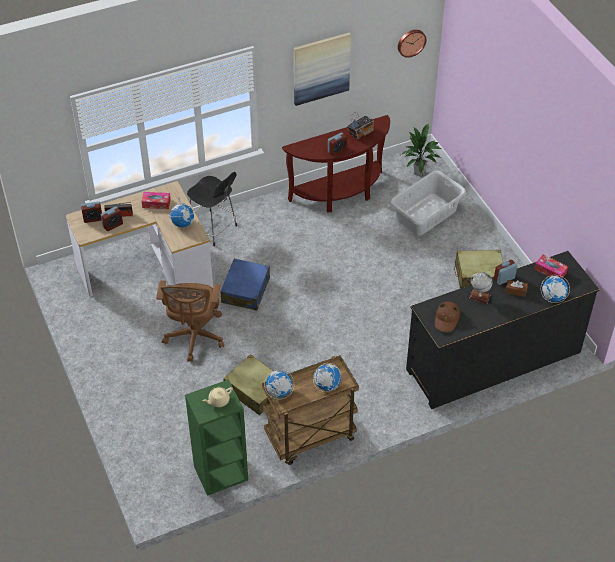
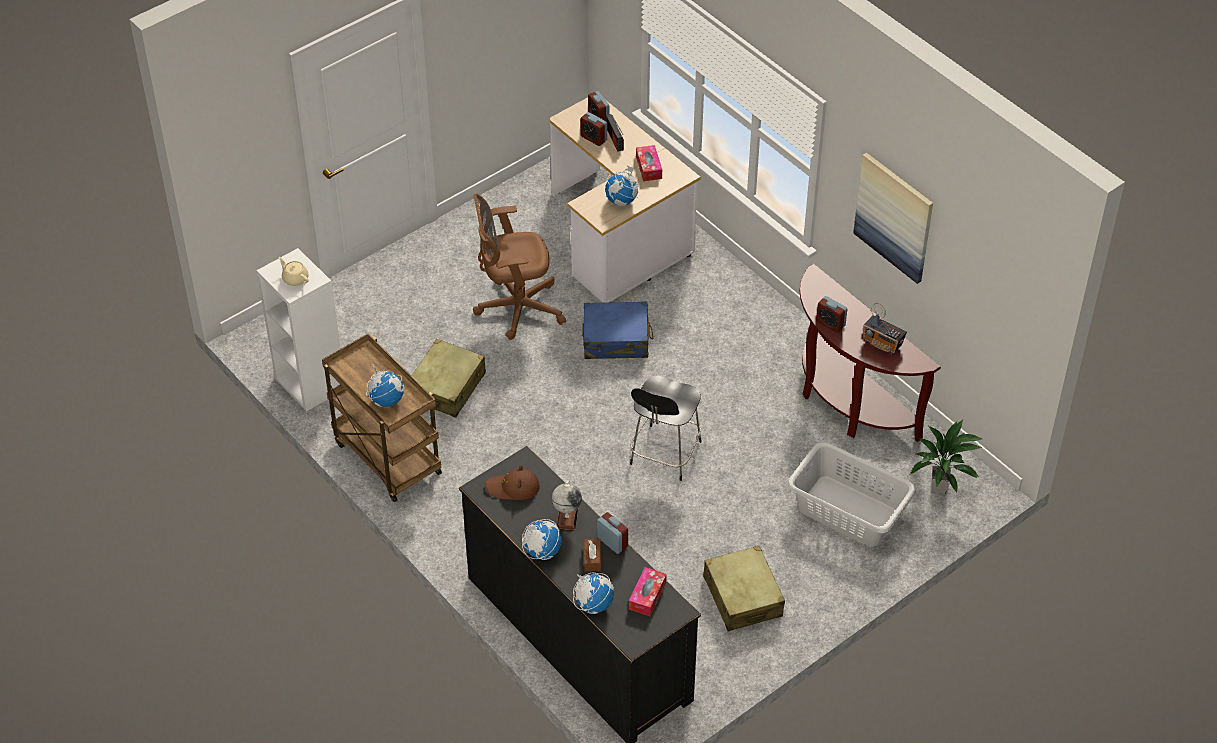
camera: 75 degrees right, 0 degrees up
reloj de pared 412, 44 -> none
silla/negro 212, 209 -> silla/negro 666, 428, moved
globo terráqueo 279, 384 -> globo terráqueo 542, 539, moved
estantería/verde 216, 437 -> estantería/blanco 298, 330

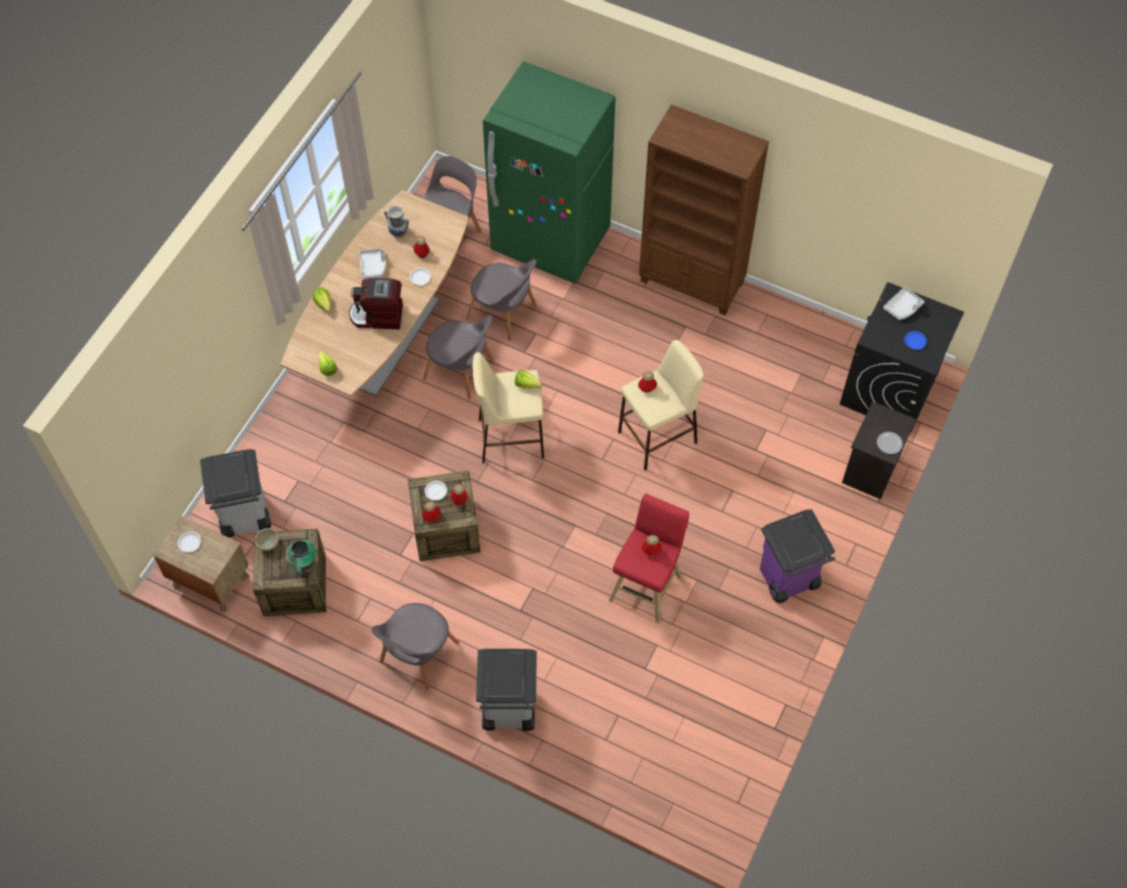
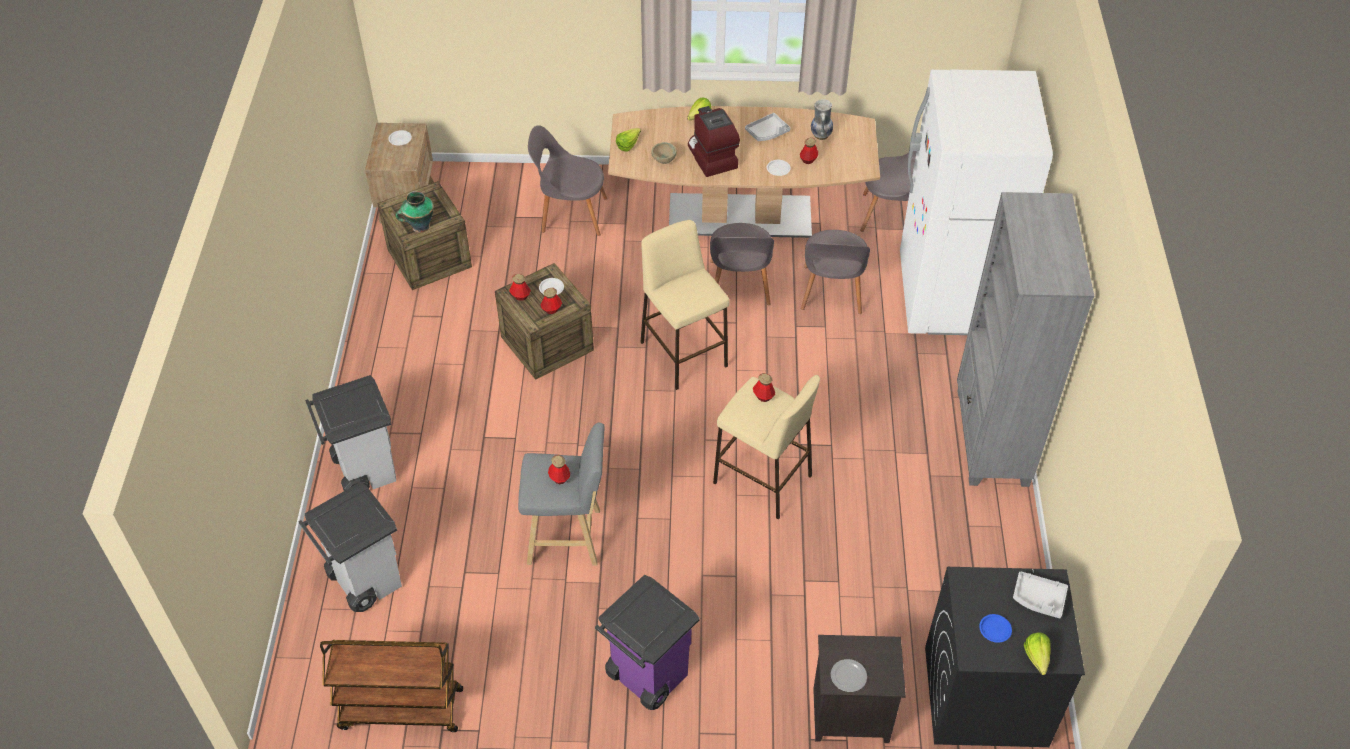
camera: 65 degrees right, 10 degrees down
nevera/verde 549, 172 -> nevera/blanco 976, 202
estantería/marrón 704, 210 -> estantería/gris 1025, 339
lechuga 529, 379 -> lechuga 1037, 653, moved
papelera/gris 235, 493 -> papelera/gris 350, 547, moved
taburete/rojo 649, 558 -> taburete/gris 561, 494
cuenco/beis 267, 539 -> cuenco/beis 664, 153, moved
silla/gris 415, 646 -> silla/gris 567, 180, moved
none -> carrito/marrón 391, 686

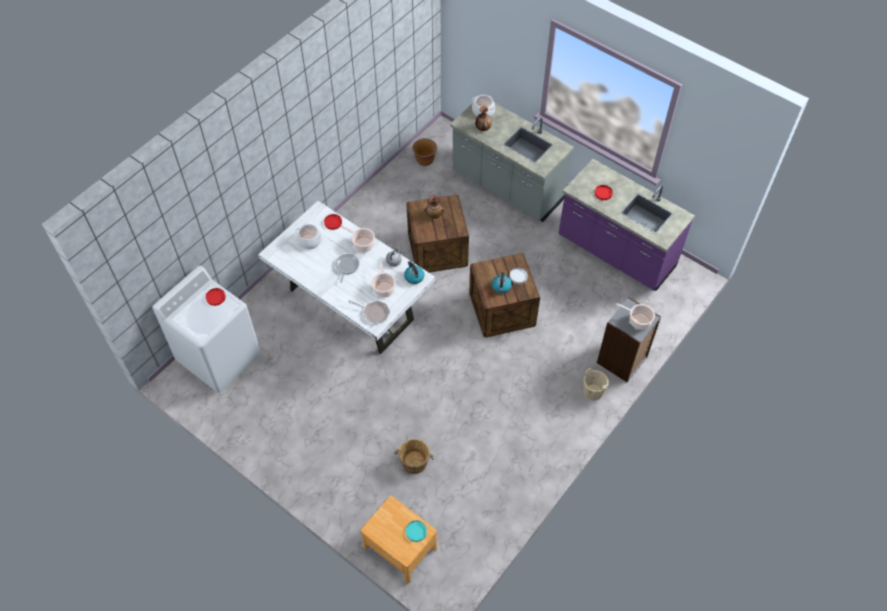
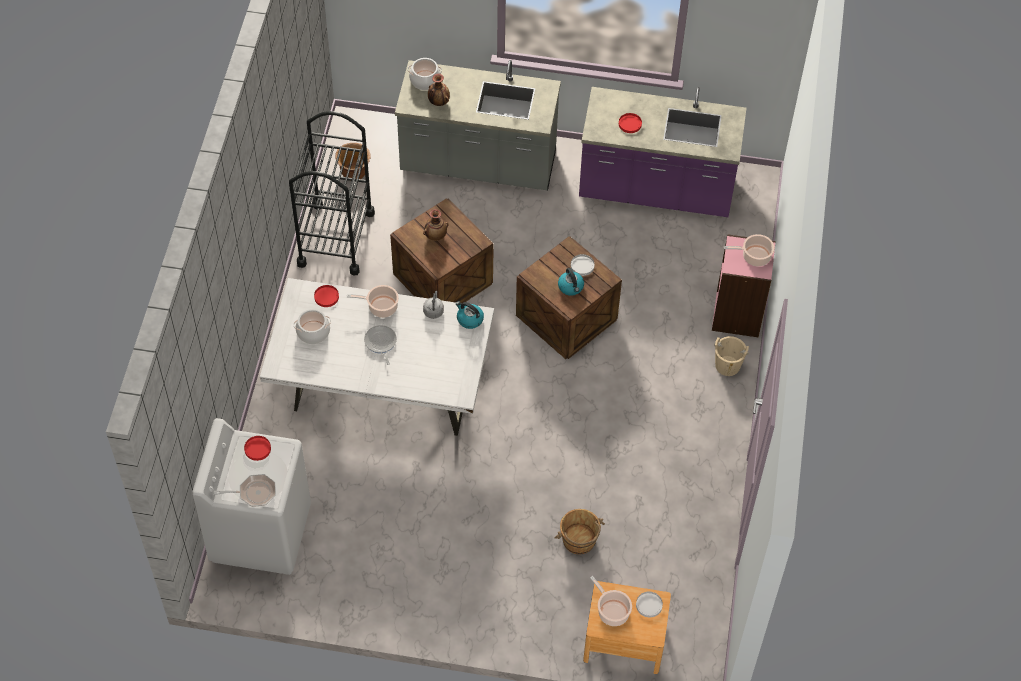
camera: 30 degrees left, 0 degrees up
olla 384, 279 -> olla 611, 601, moved
estantería/gris 629, 340 -> estantería/rosa 744, 286
sartén 369, 312 -> sartén 245, 490, moved
plato/turquesa 416, 531 -> plato/blanco 649, 604
none -> carrito/negro 332, 193

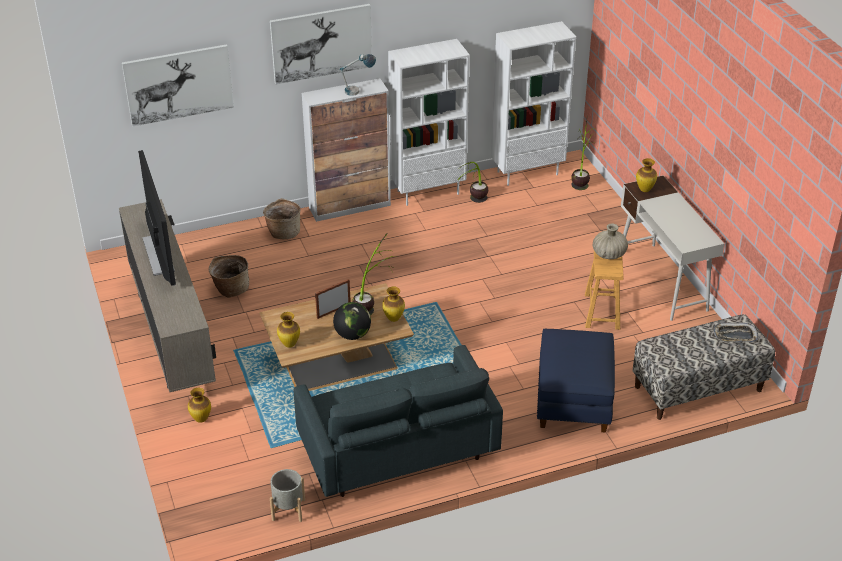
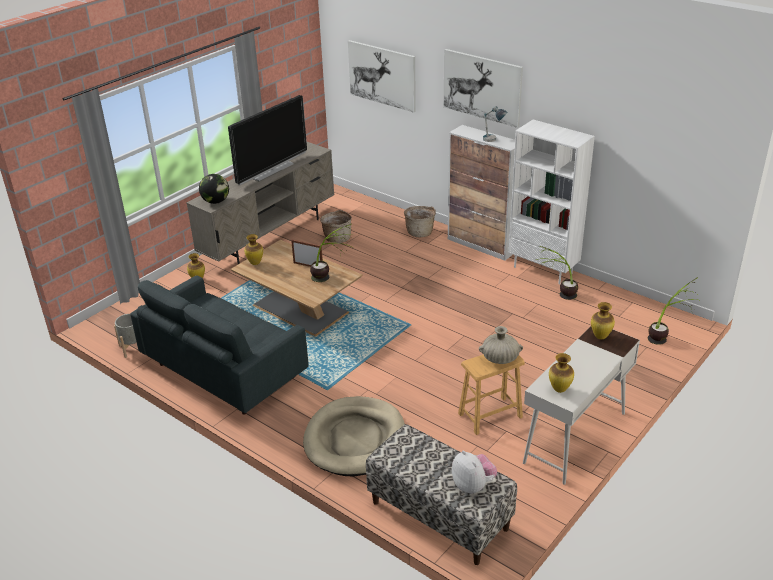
camera: 60 degrees right, 5 degrees down
estantería/blanco 533, 103 -> none
florero 393, 304 -> florero 561, 373, moved
globo terráqueo 352, 321 -> globo terráqueo 214, 189, moved
bandeja 736, 332 -> peluche 474, 472
puf/azul 576, 381 -> cama para perro/beis 354, 436

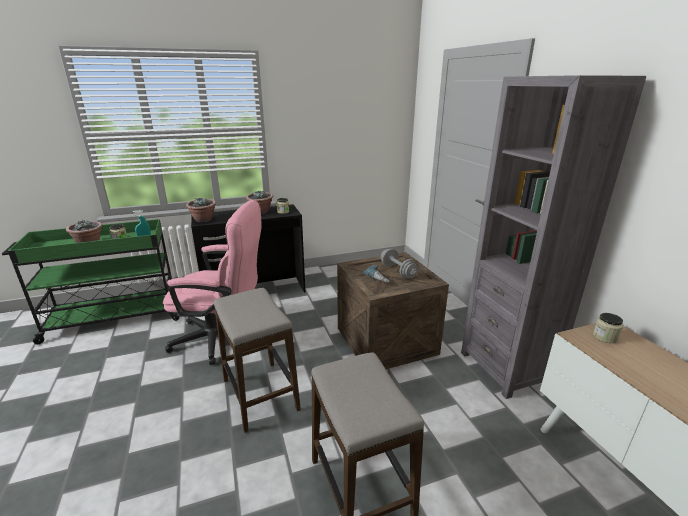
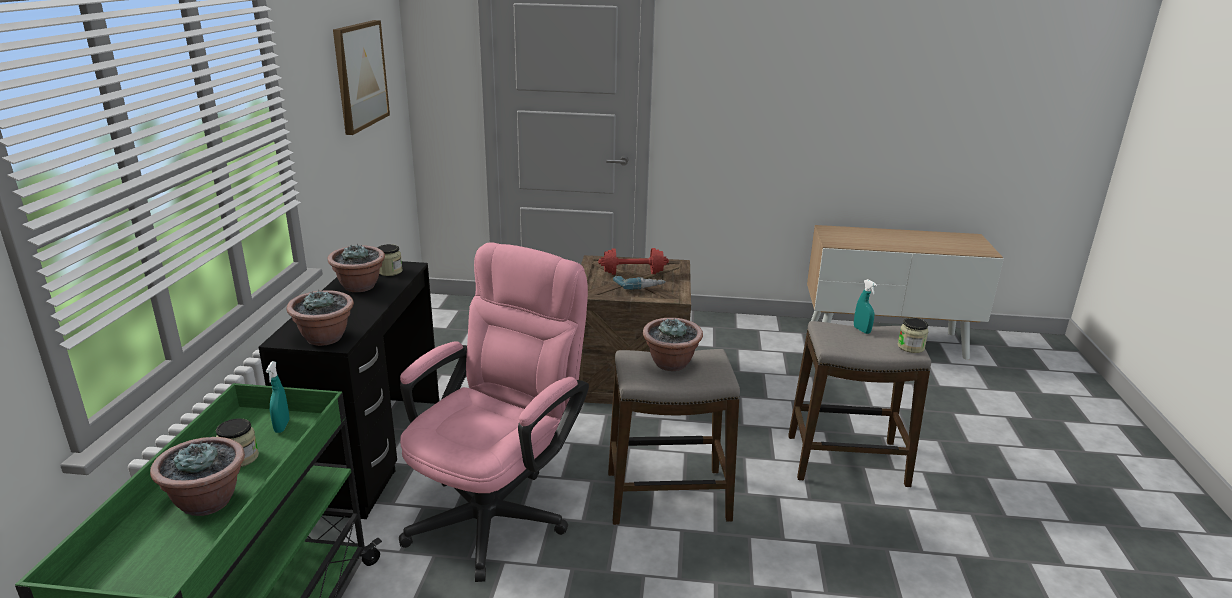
camera: 65 degrees left, 0 degrees up
estantería/gris 553, 237 -> none
mancuerna/gris 399, 263 -> mancuerna/rojo 633, 261
tarro 608, 328 -> tarro 913, 335, moved
none -> cuadro 361, 77
none -> pulverizador/turquesa 865, 306
none -> planta en maceta 673, 344

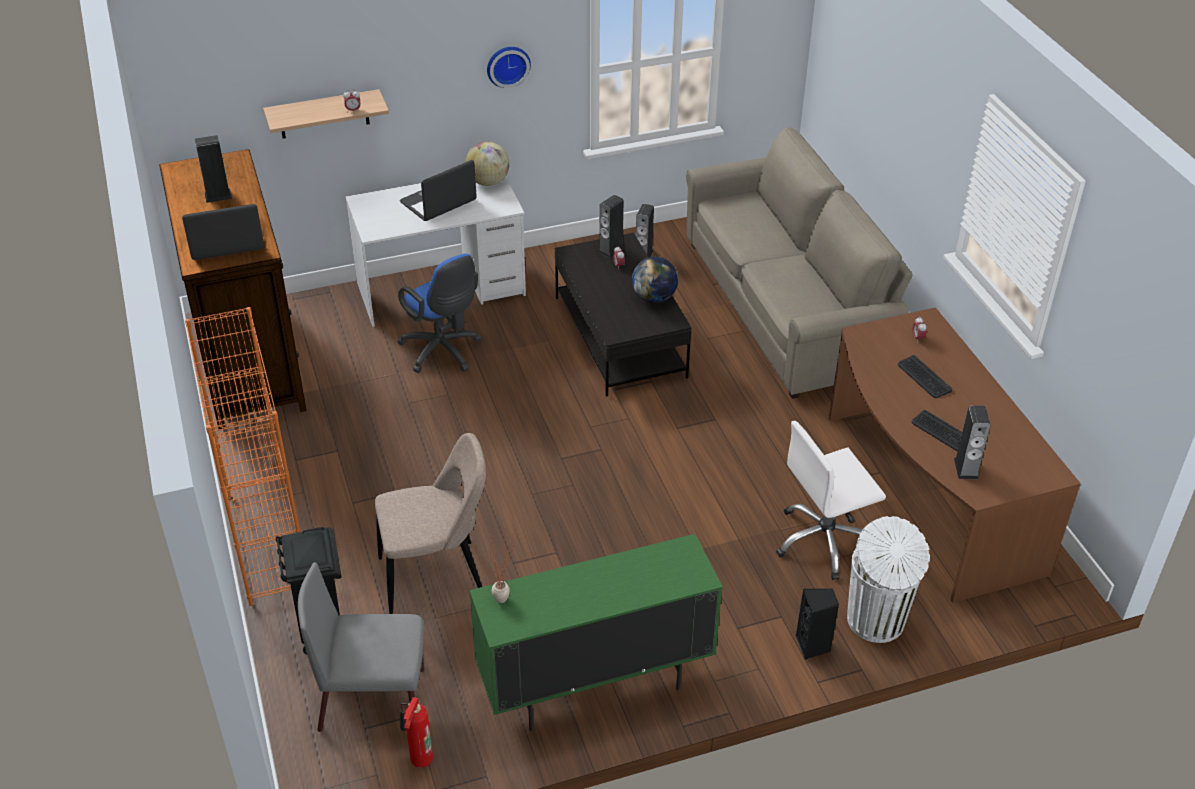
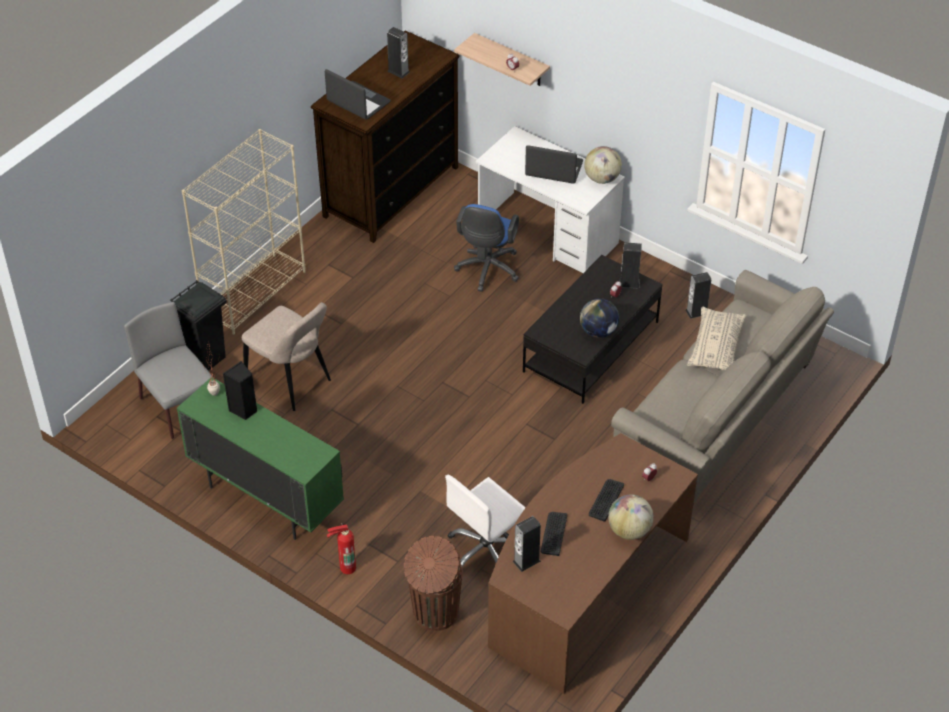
camera: 55 degrees right, 5 degrees up
reloj de pared 509, 67 -> none
estantería/naranja 242, 456 -> estantería/beis 244, 232
silla de oficina/blanco 831, 500 -> silla de oficina/blanco 485, 521, 75 degrees counterclockwise
papelera/blanco 888, 579 -> papelera/marrón 433, 583
altavoz/negro 817, 624 -> altavoz/negro 240, 390, moved
extintor 416, 732 -> extintor 341, 548, moved
none -> cojín/beis 717, 338
none -> globo terráqueo 631, 517

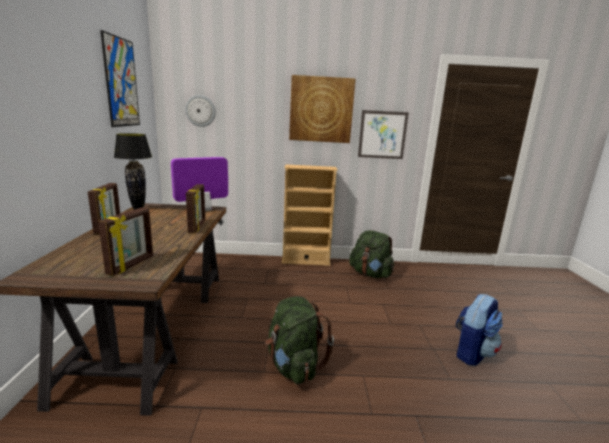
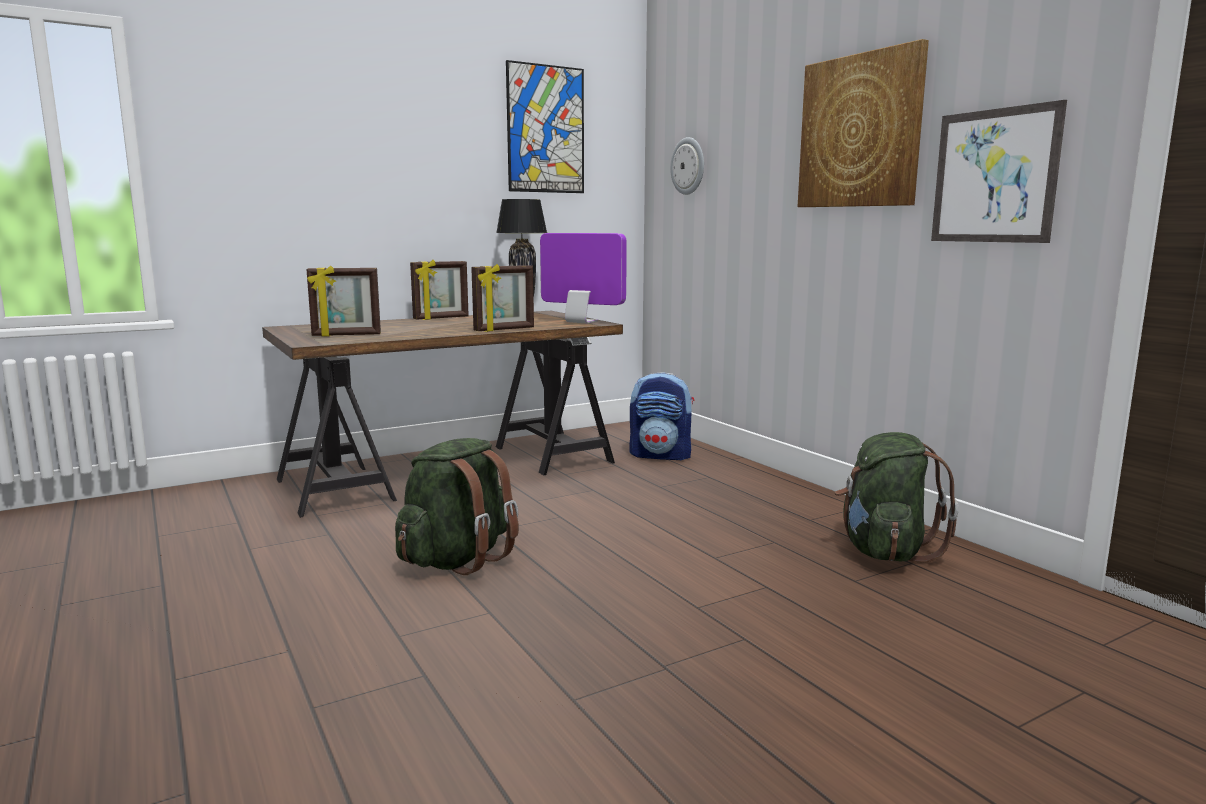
camera: 60 degrees right, 5 degrees down
estantería/beis 310, 215 -> none
mochila 479, 330 -> mochila 661, 416, moved

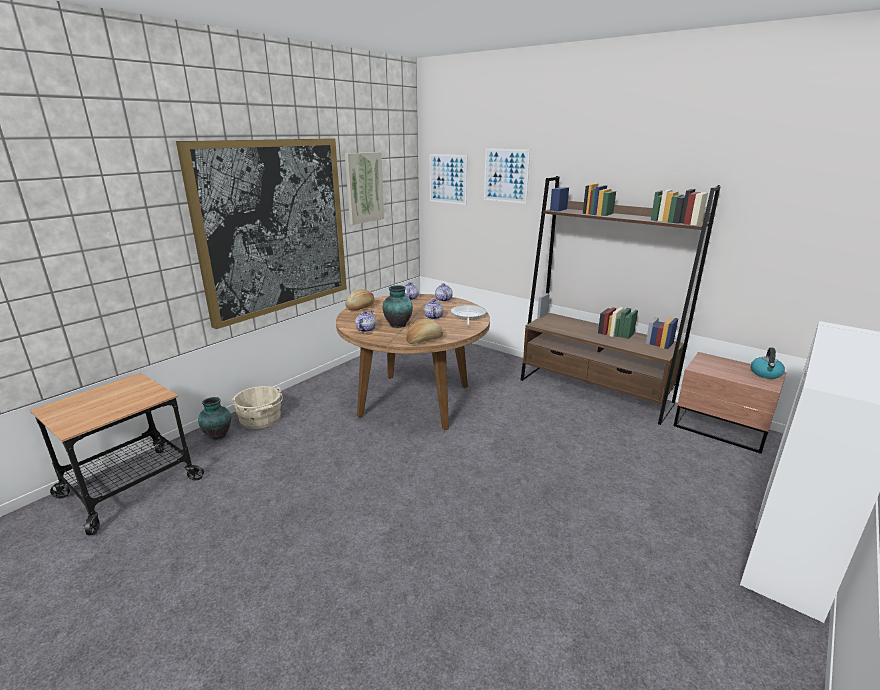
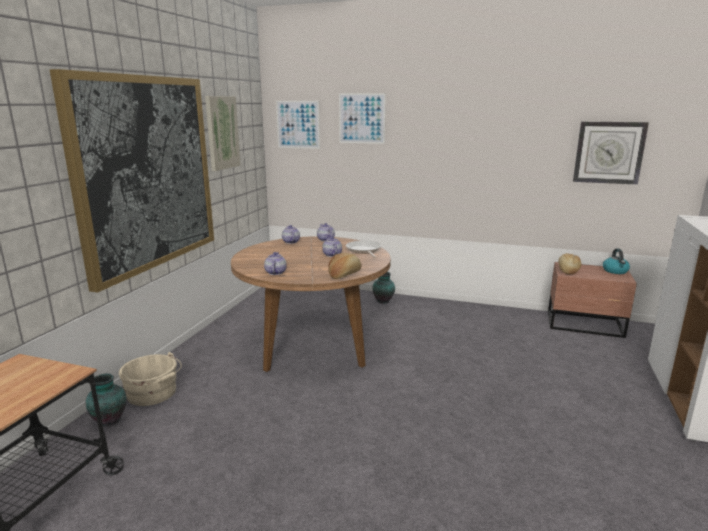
camera: 20 degrees left, 5 degrees down
estantería/marrón 621, 300 -> none
florero 398, 306 -> florero 383, 288, moved
pan 360, 300 -> pan 569, 263, moved
none -> reloj de pared 611, 153

